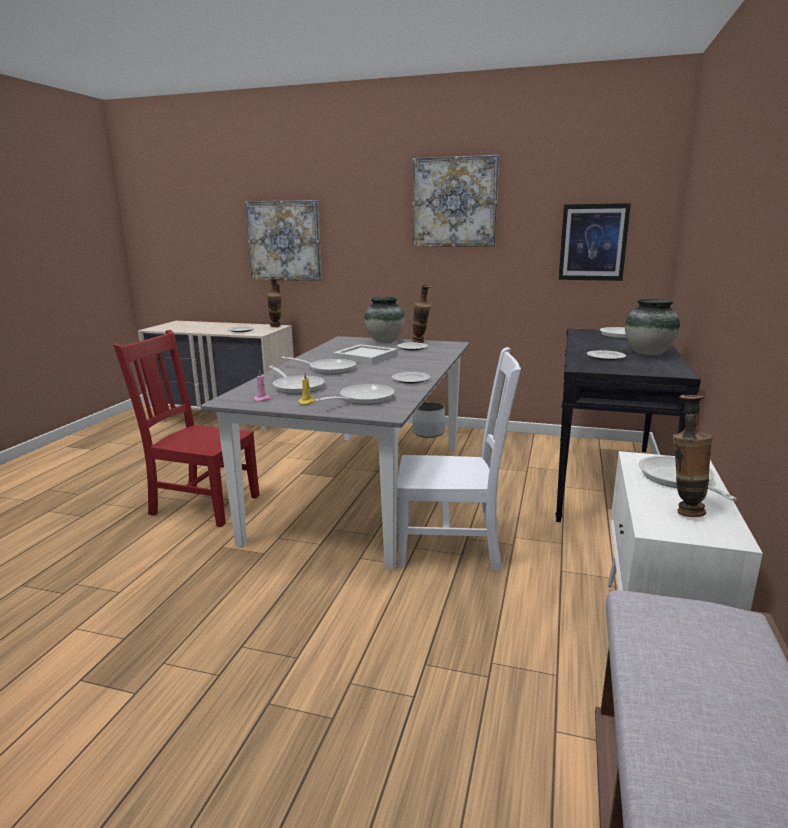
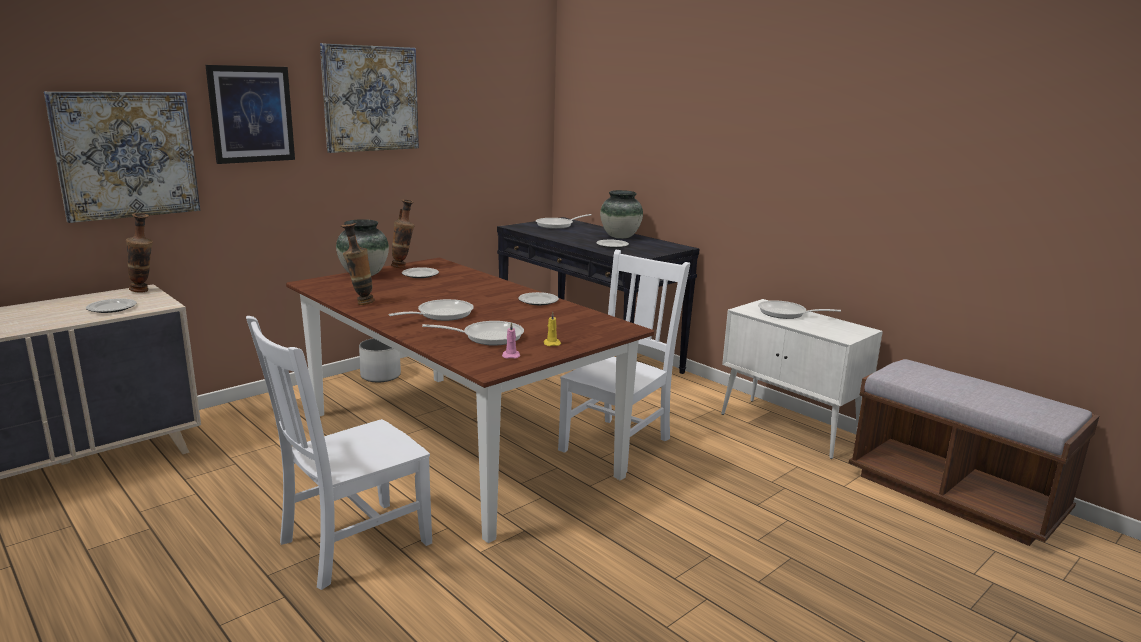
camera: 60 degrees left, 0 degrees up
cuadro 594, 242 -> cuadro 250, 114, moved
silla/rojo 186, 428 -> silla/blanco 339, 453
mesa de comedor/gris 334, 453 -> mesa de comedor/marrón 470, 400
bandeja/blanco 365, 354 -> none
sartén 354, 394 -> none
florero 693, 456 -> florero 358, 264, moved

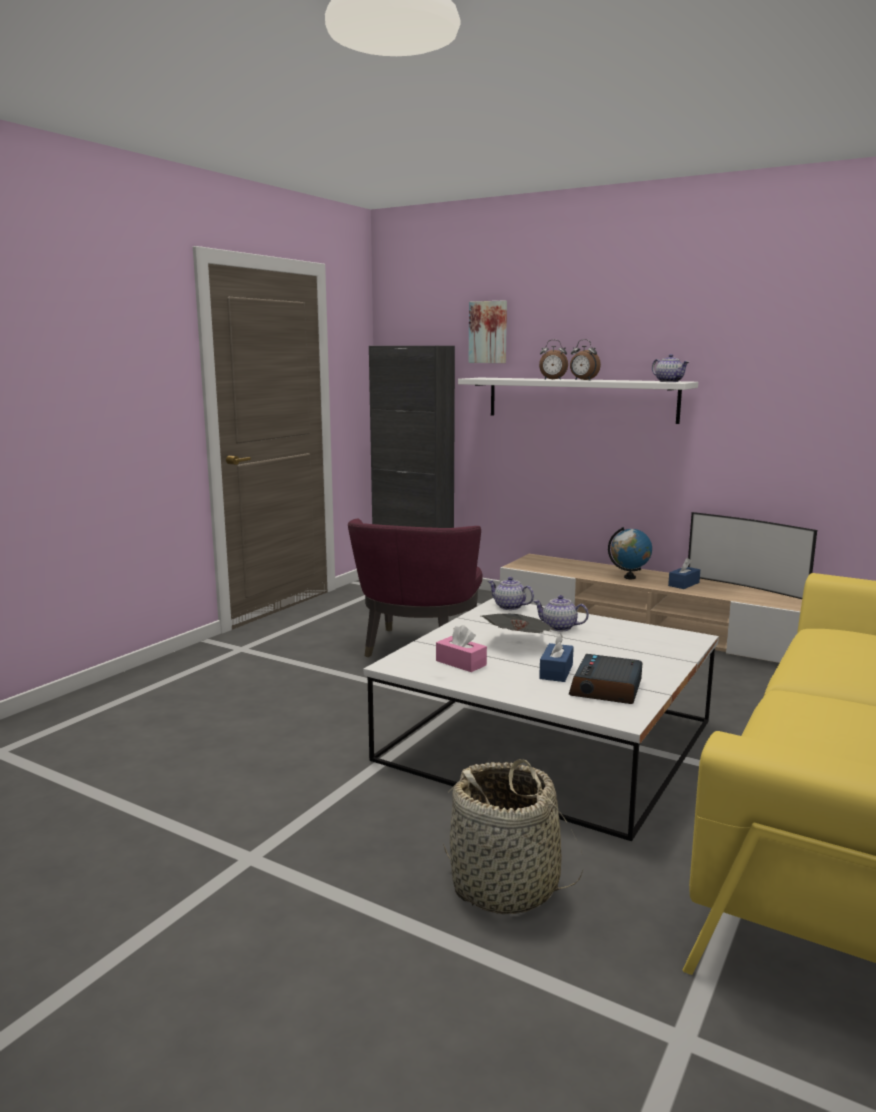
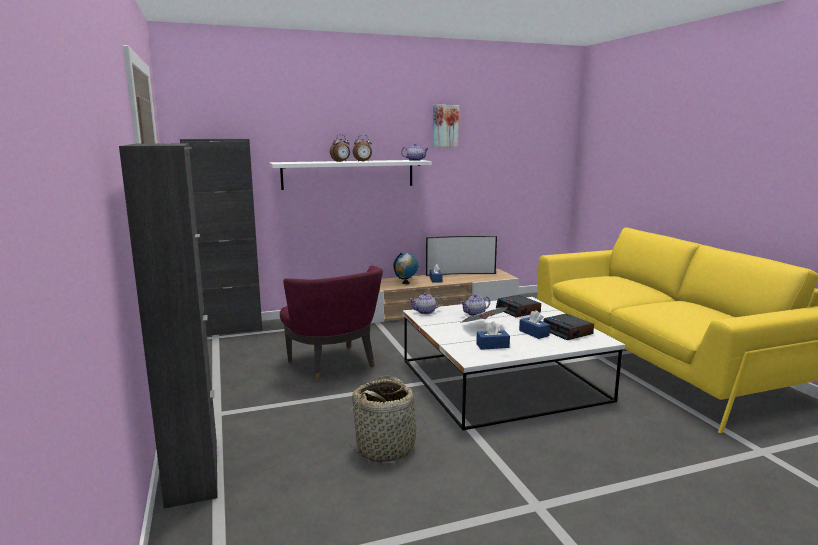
camera: 50 degrees left, 0 degrees up
cuadro 488, 331 -> cuadro 446, 126, moved
caja de pañuelos/rosa 461, 648 -> caja de pañuelos/azul 493, 335
cesta 513, 836 -> cesta 389, 418, moved
none -> armario/negro 168, 326
none -> despertador 518, 306

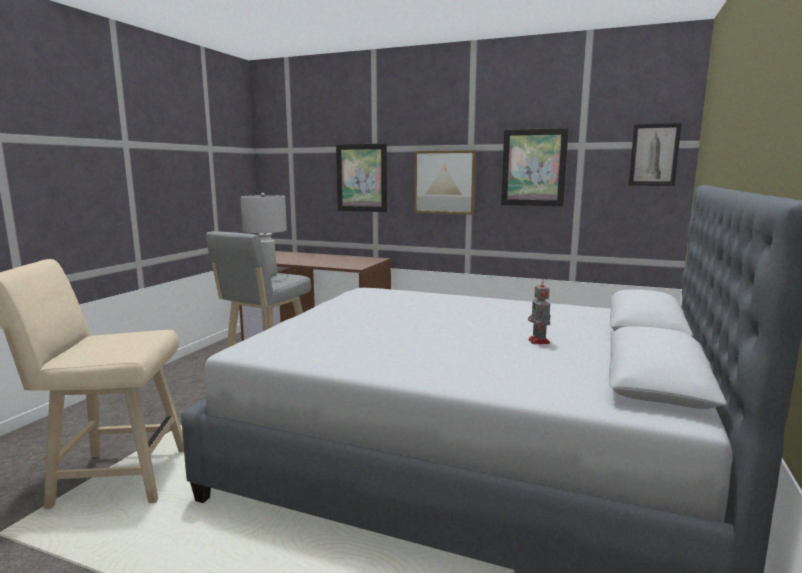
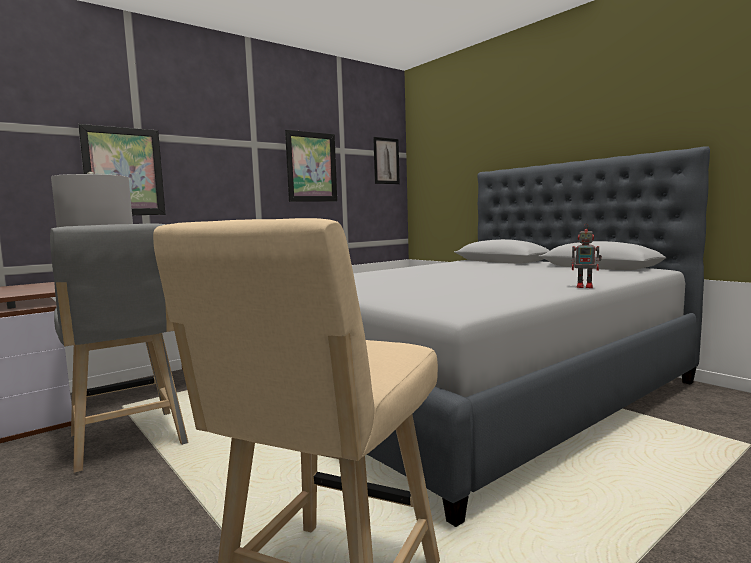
camera: 60 degrees left, 5 degrees down
cuadro 445, 182 -> none
robot de juguete 539, 311 -> robot de juguete 587, 255, moved

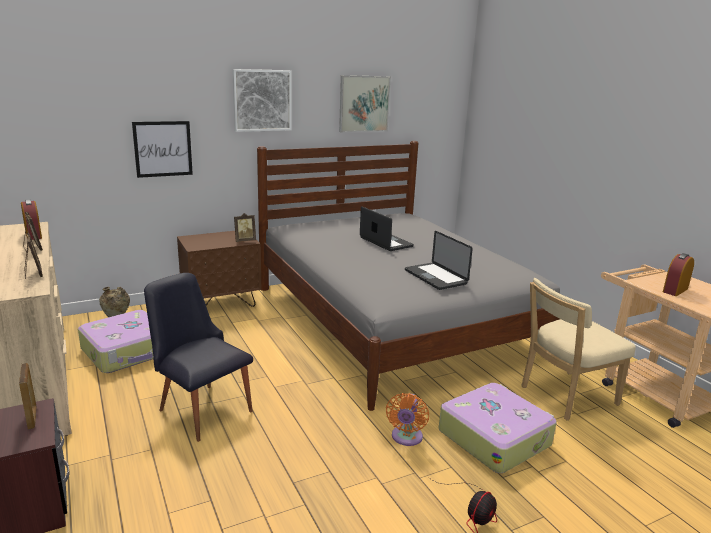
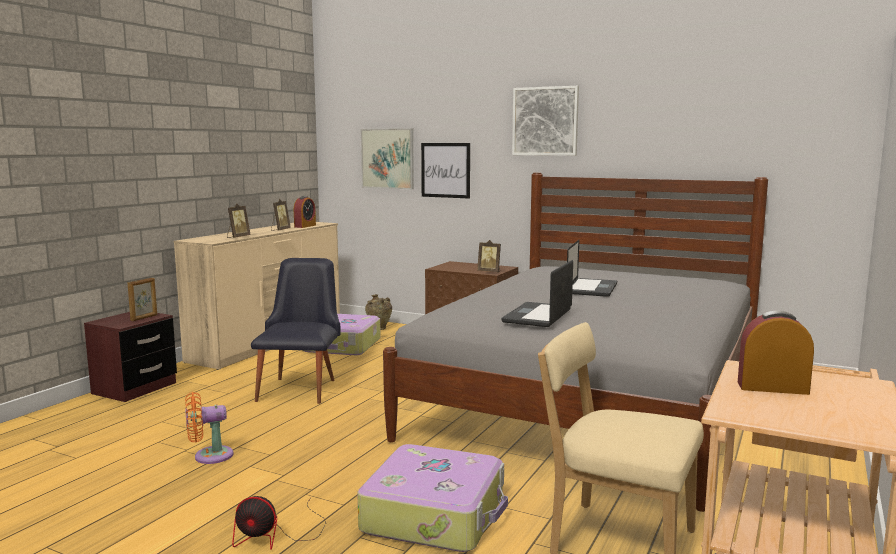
camera: 55 degrees right, 10 degrees down
cuadro 365, 103 -> cuadro 387, 158, moved
ventilador/naranja 407, 419 -> ventilador/naranja 209, 428, moved

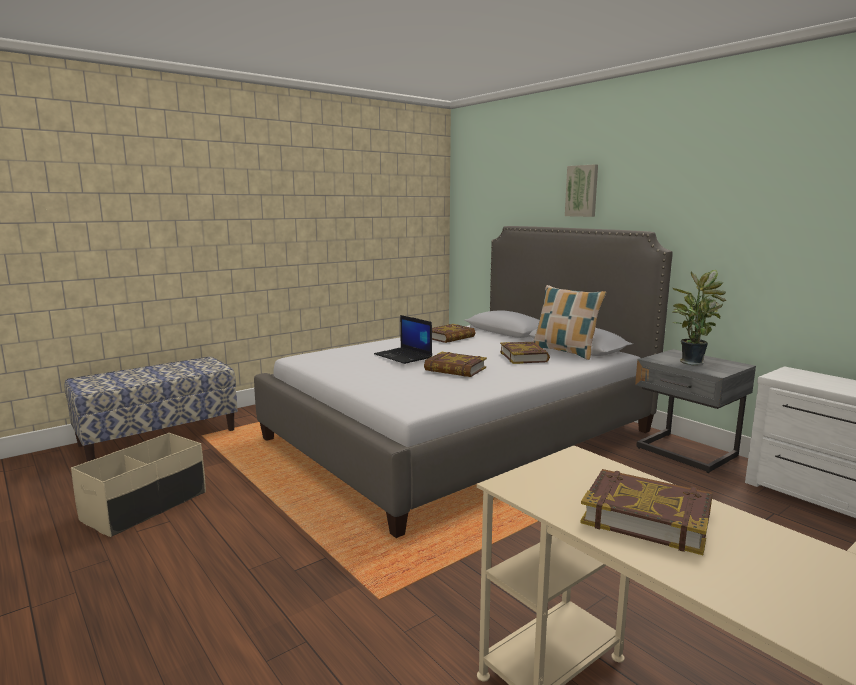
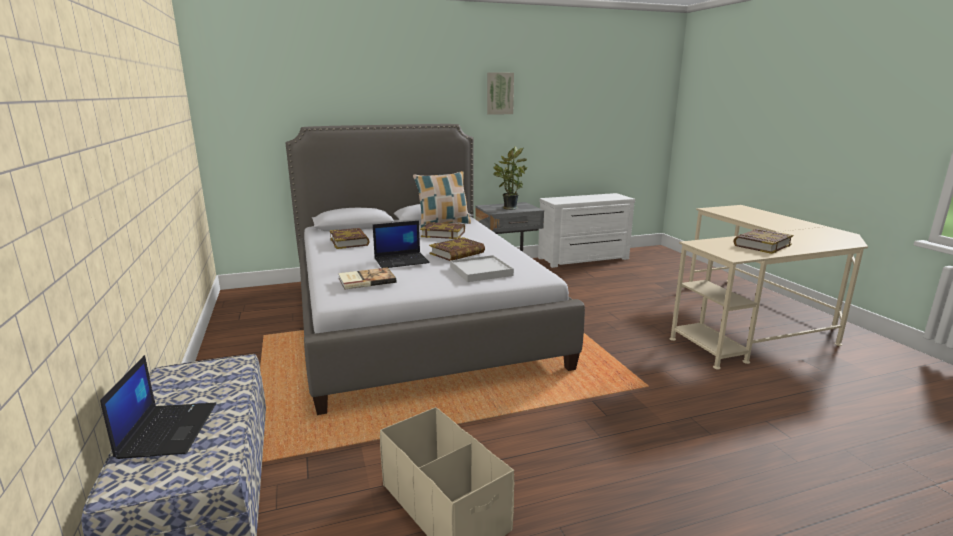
camera: 70 degrees left, 5 degrees up
cuadro 581, 190 -> cuadro 500, 93, moved
none -> bandeja/blanco 482, 268
none -> libro 367, 278
none -> portátil 158, 407

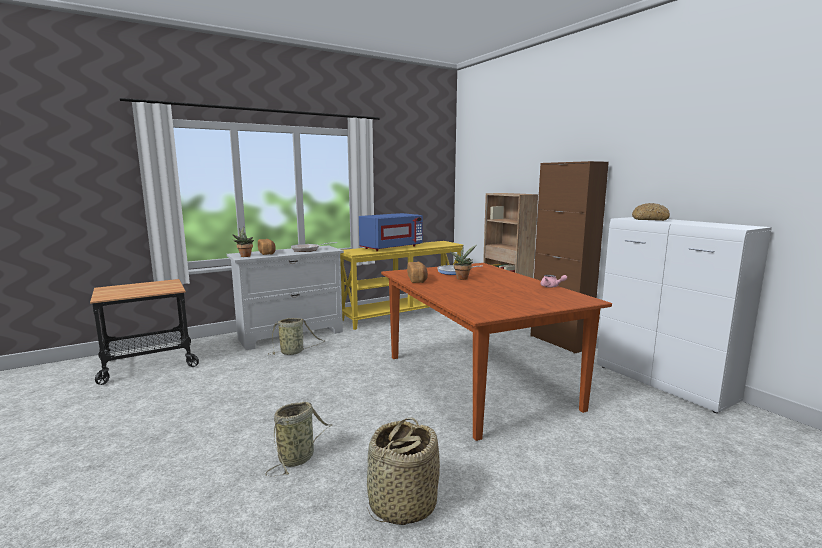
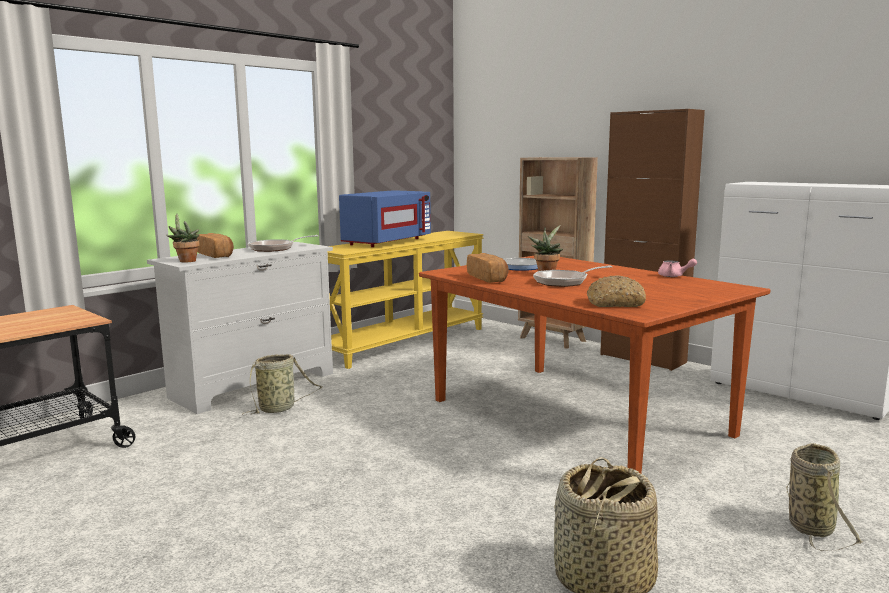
camera: 15 degrees left, 0 degrees up
pan 651, 212 -> pan 616, 291, moved
cesta 299, 439 -> cesta 825, 497, moved
none -> sartén 572, 276

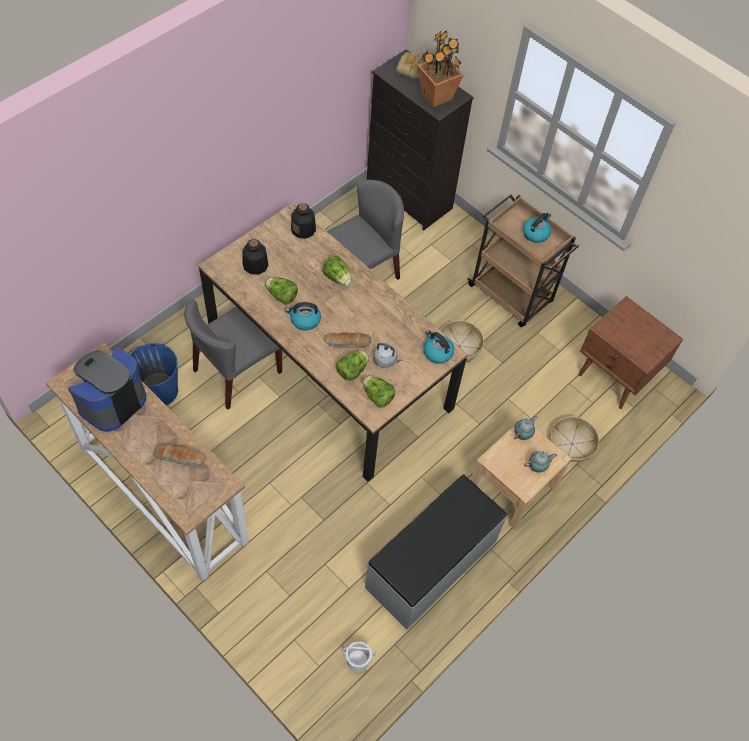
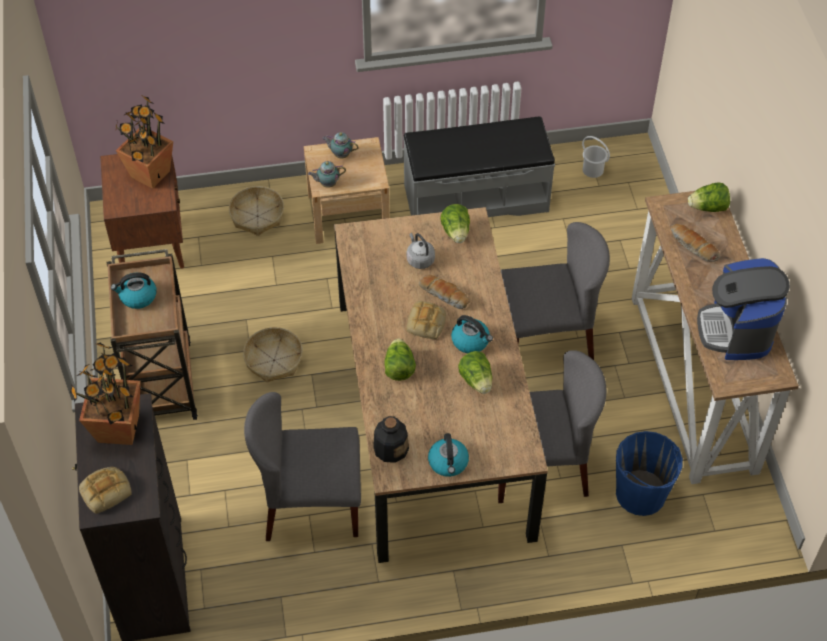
camera: 140 degrees left, 5 degrees down
botella 255, 257 -> none
hervidor 438, 347 -> hervidor 448, 455, moved
cafetera 107, 389 -> cafetera 743, 309, 105 degrees clockwise
lechuga 352, 366 -> lechuga 709, 197, moved
none -> planta en maceta 144, 142
none -> silla/gris 555, 291
none -> pan 426, 320

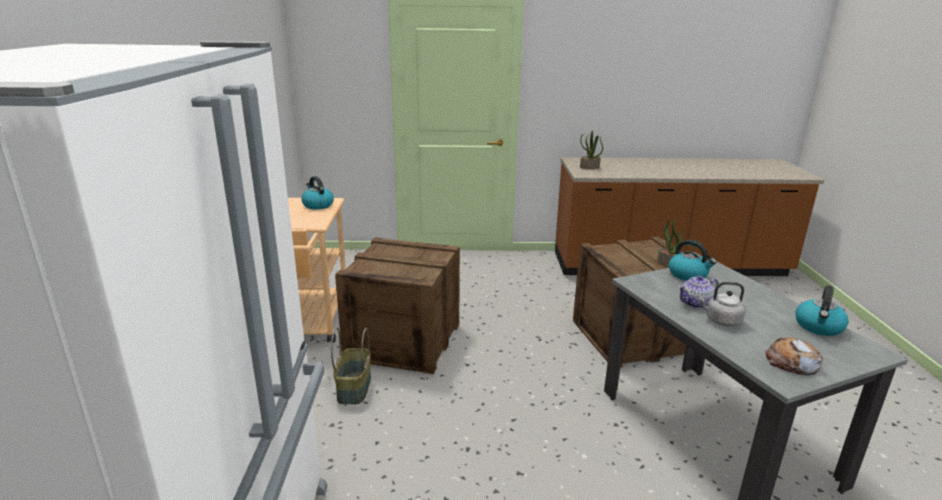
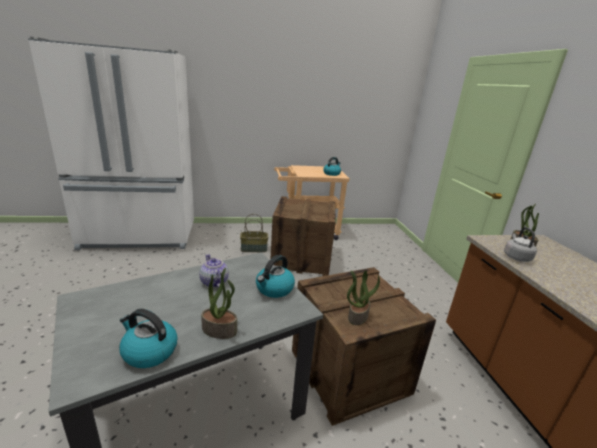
camera: 80 degrees right, 0 degrees up
hervidor/gris 722, 304 -> hervidor/gris 520, 244, moved
pan 794, 356 -> none
none -> planta en maceta 219, 303

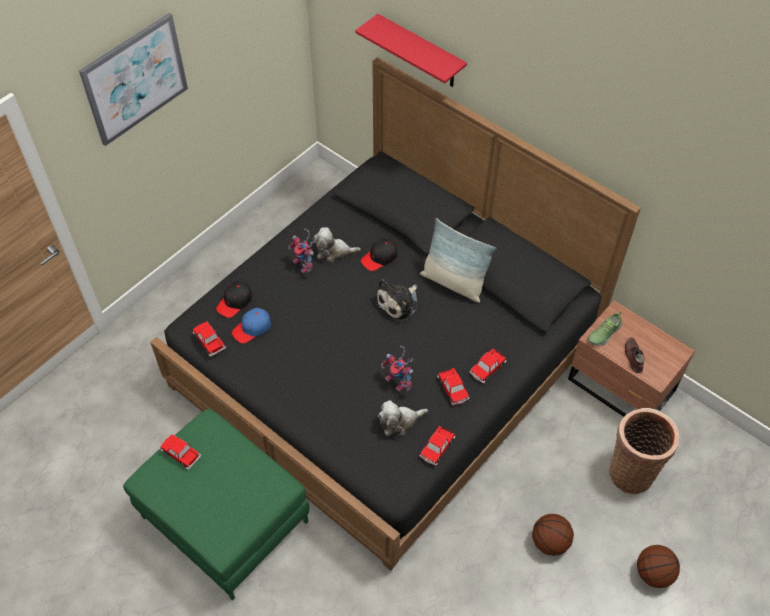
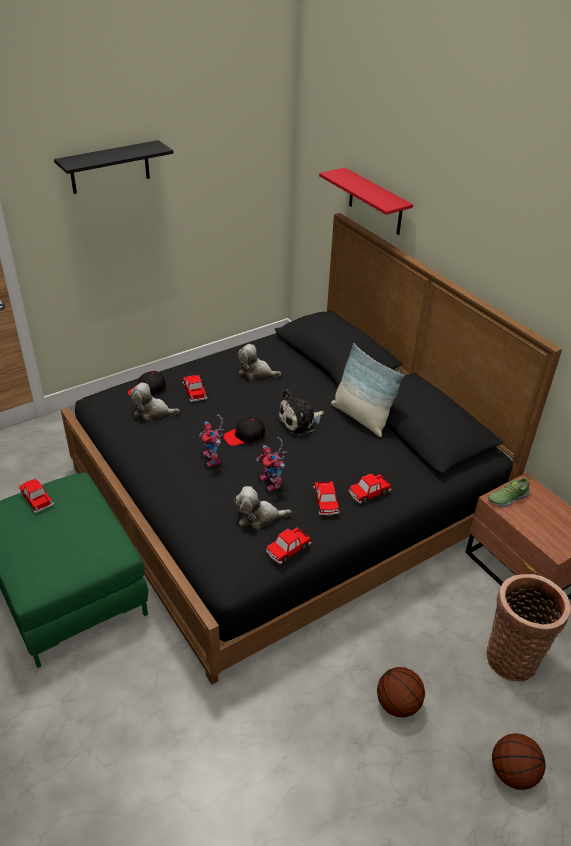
camera: 15 degrees right, 15 degrees down
cuadro 133, 79 -> estante/negro 114, 167
robot de juguete 301, 250 -> robot de juguete 212, 440, moved
gorra/negro 379, 254 -> gorra/negro 244, 431, moved
gorra/azul 251, 326 -> peluche 155, 402
coche de juguete 209, 339 -> coche de juguete 194, 388, moved
zapato/marrón 635, 355 -> none

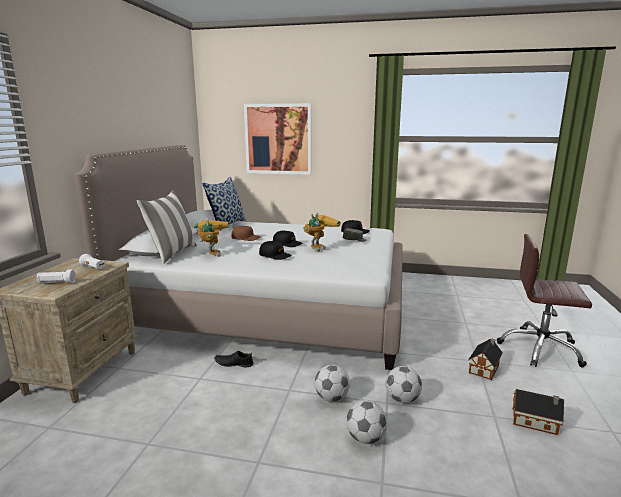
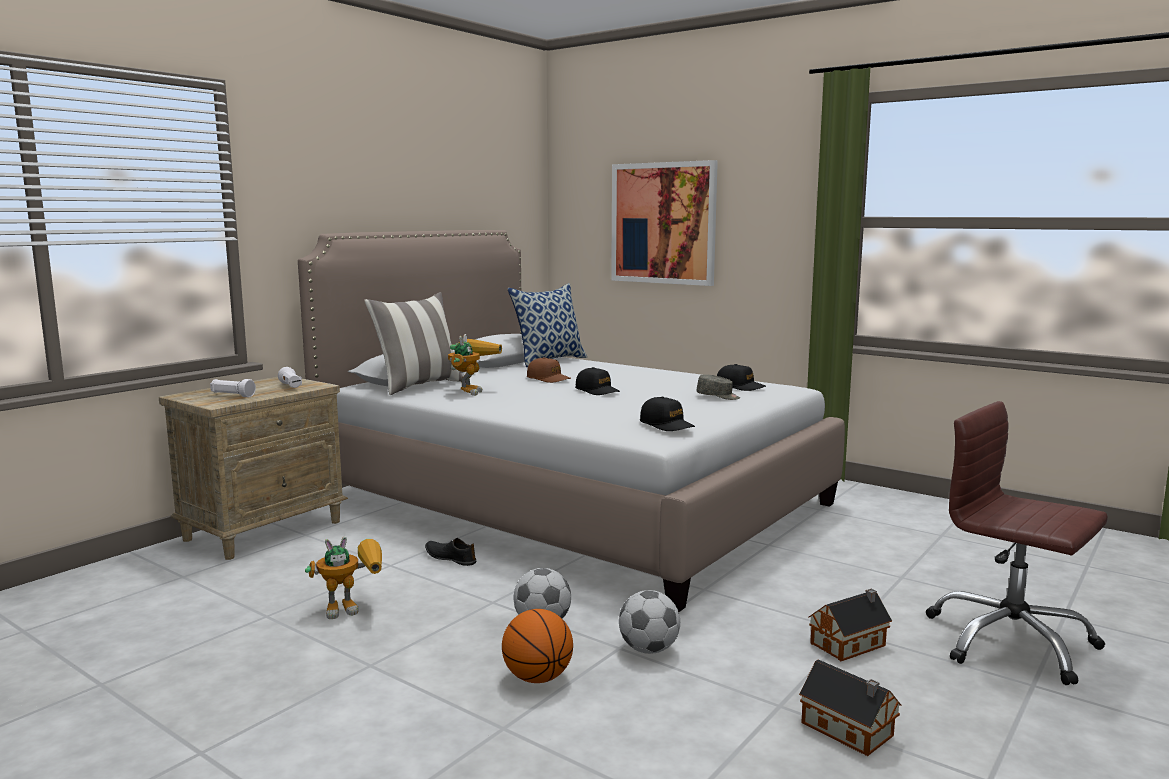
camera: 25 degrees right, 5 degrees down
robot de juguete 322, 232 -> robot de juguete 343, 577, moved
gorra/negro 275, 250 -> gorra/negro 667, 414, moved
balón de fútbol 366, 422 -> balón de baloncesto 537, 646

